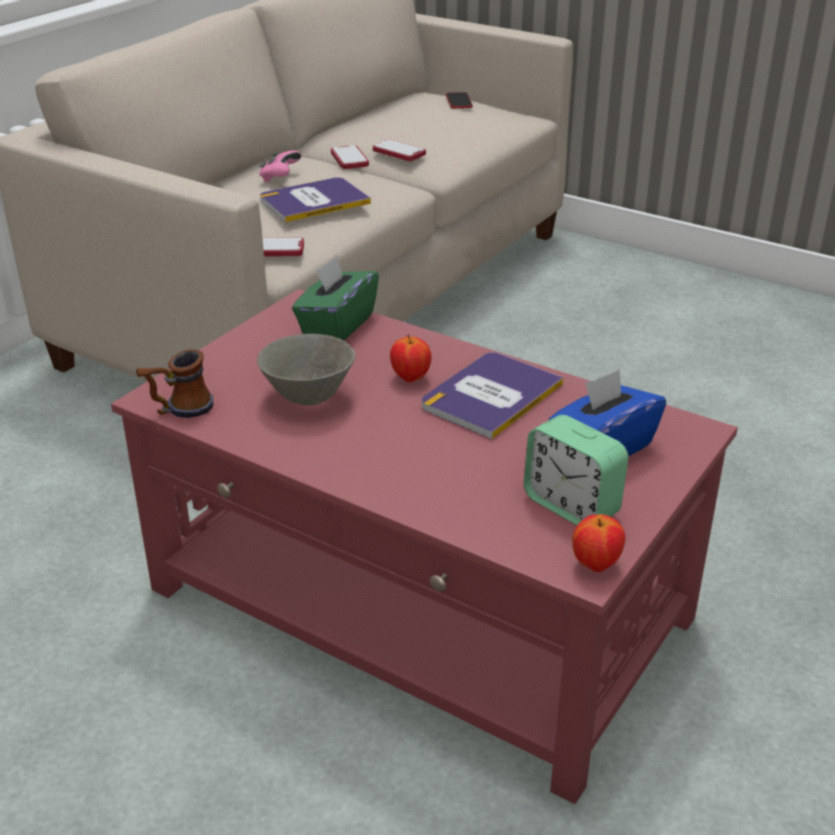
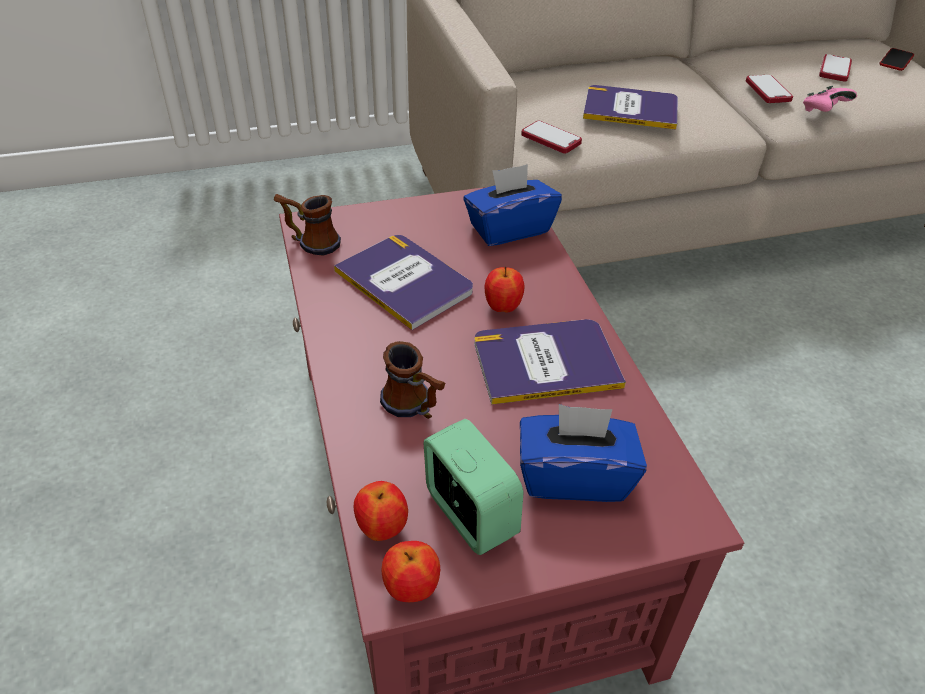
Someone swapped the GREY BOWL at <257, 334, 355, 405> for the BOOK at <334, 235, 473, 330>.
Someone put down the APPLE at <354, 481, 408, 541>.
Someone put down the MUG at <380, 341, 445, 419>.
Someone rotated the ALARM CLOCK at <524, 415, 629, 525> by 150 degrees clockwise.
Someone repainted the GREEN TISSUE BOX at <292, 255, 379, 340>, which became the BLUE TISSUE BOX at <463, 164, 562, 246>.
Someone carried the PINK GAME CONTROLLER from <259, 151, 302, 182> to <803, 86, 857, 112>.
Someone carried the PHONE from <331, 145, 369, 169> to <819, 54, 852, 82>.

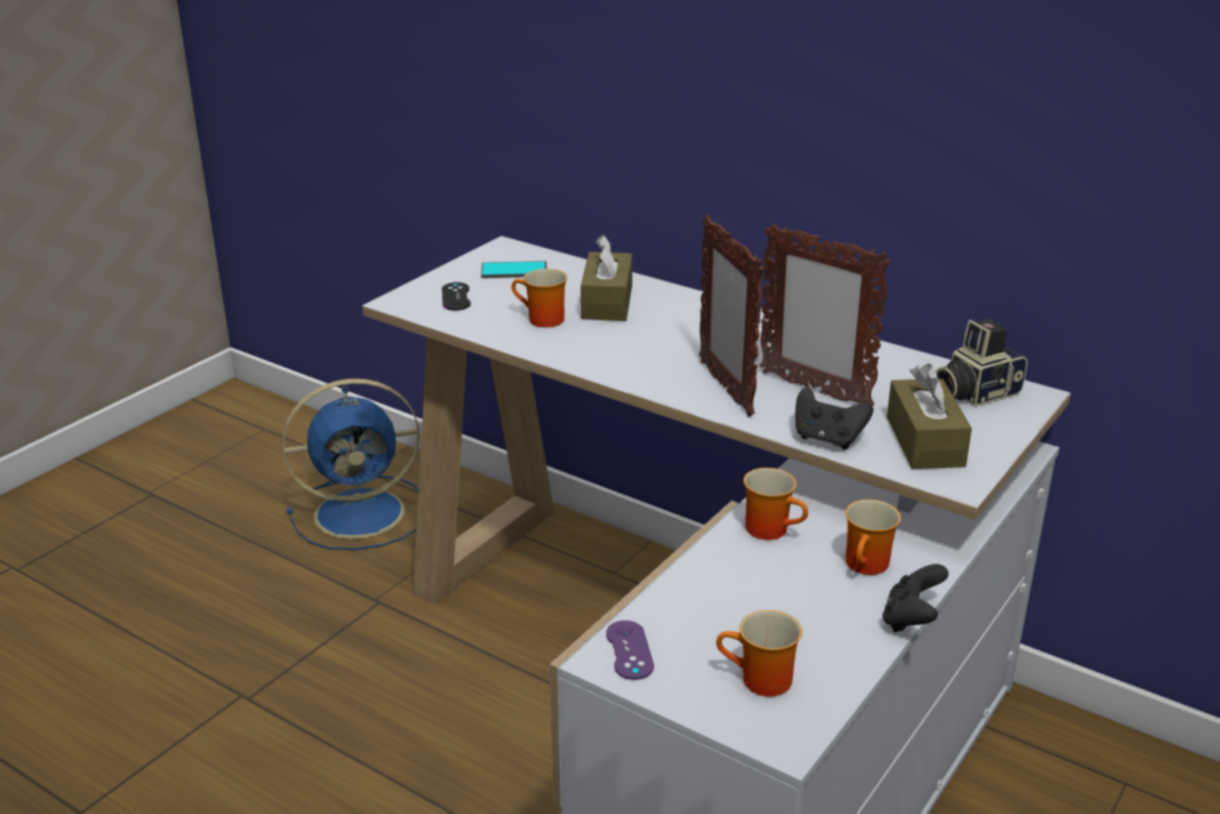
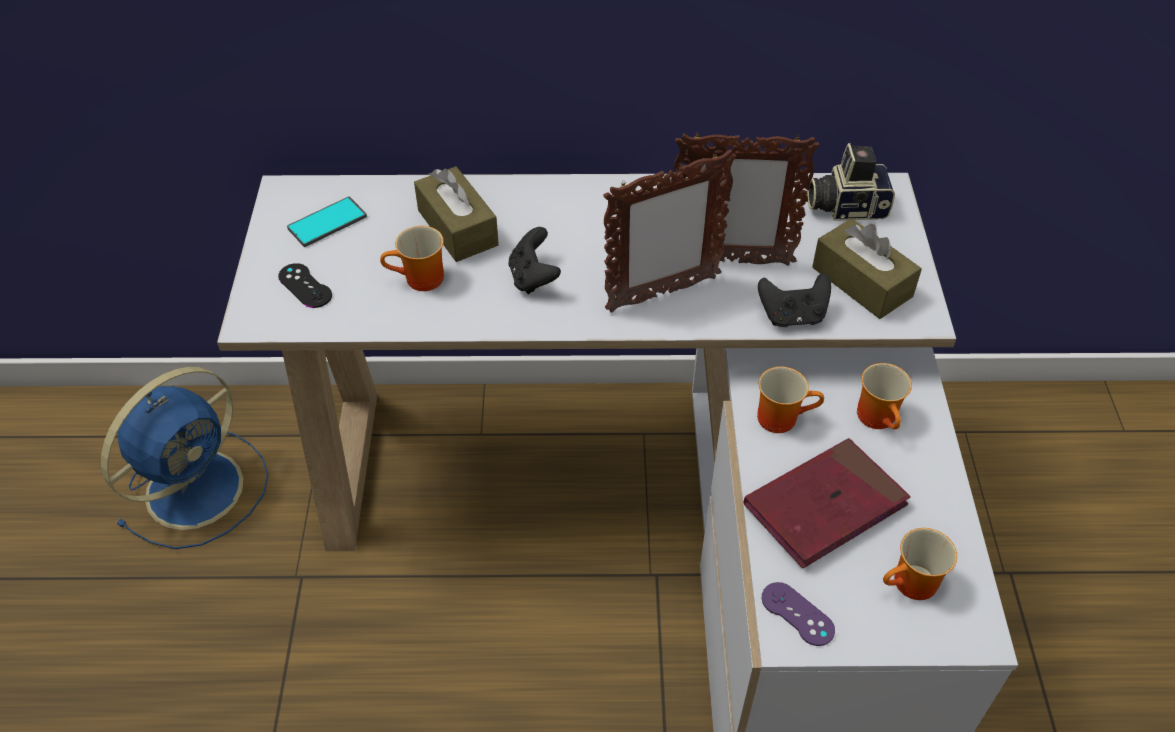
Someone carried the BLACK GAME CONTROLLER from <883, 564, 949, 632> to <509, 227, 561, 294>.
Someone rotated the PICTURE FRAME at <699, 215, 764, 417> by 60 degrees counterclockwise.
Someone put down the RED BOOK at <744, 438, 911, 568>.
Someone rotated the PHOTO CAMERA at <936, 319, 1027, 406> by 60 degrees clockwise.

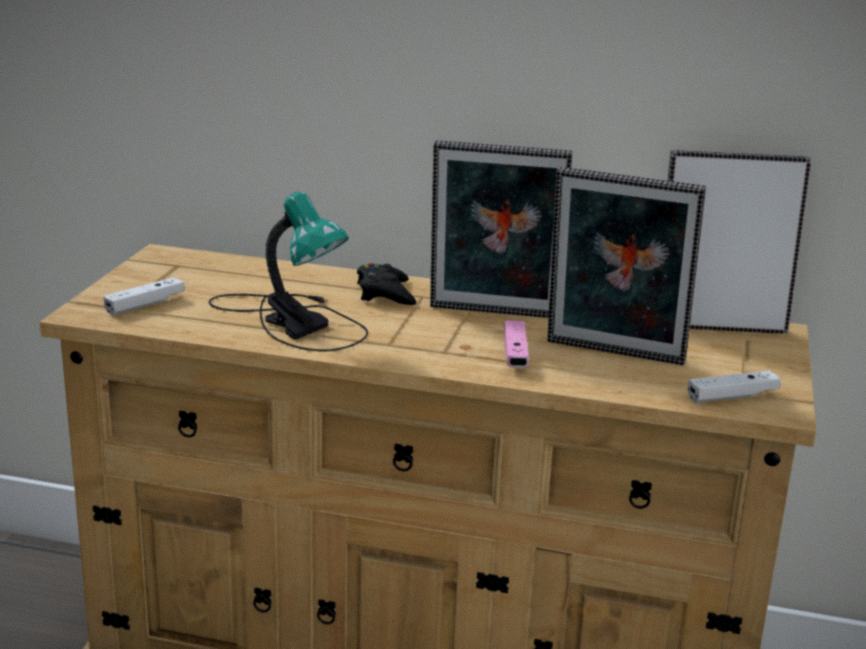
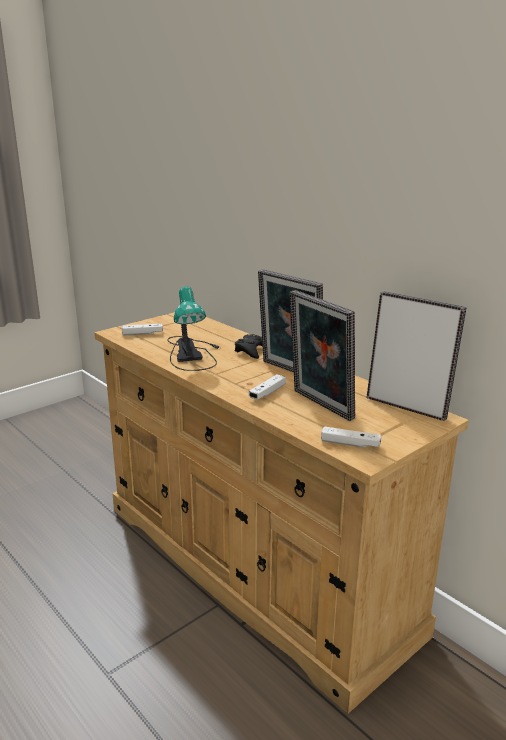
Someone repainted the PINK GAME CONTROLLER at <504, 320, 529, 368>, which became the WHITE GAME CONTROLLER at <249, 375, 286, 399>.

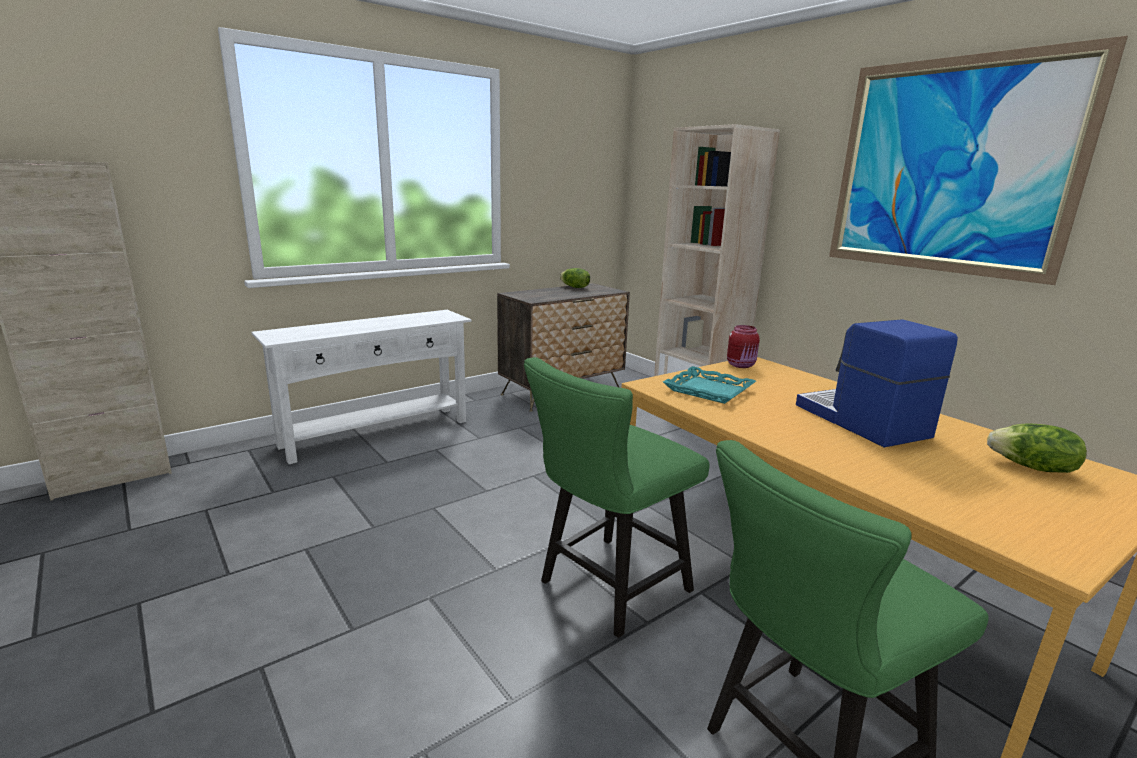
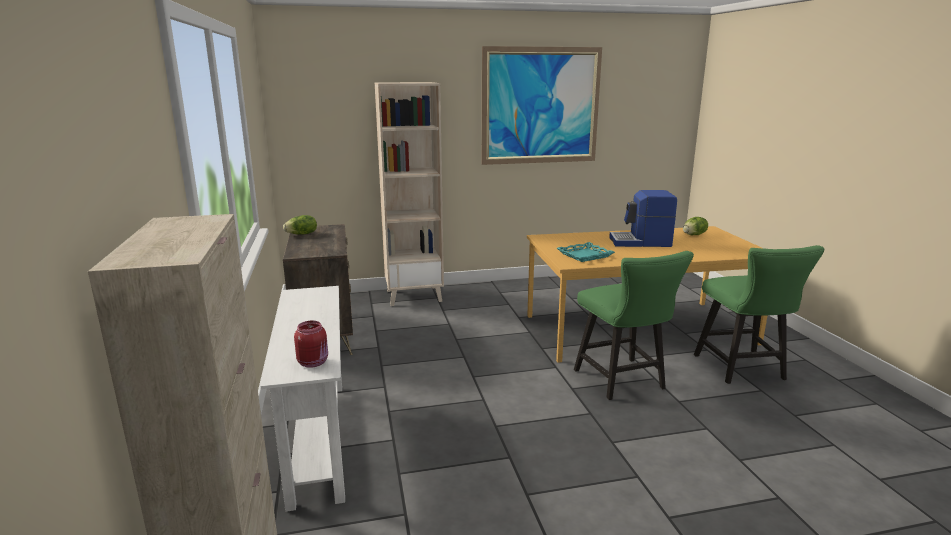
Someone carried the RED JAR from <727, 325, 760, 368> to <294, 321, 328, 368>.

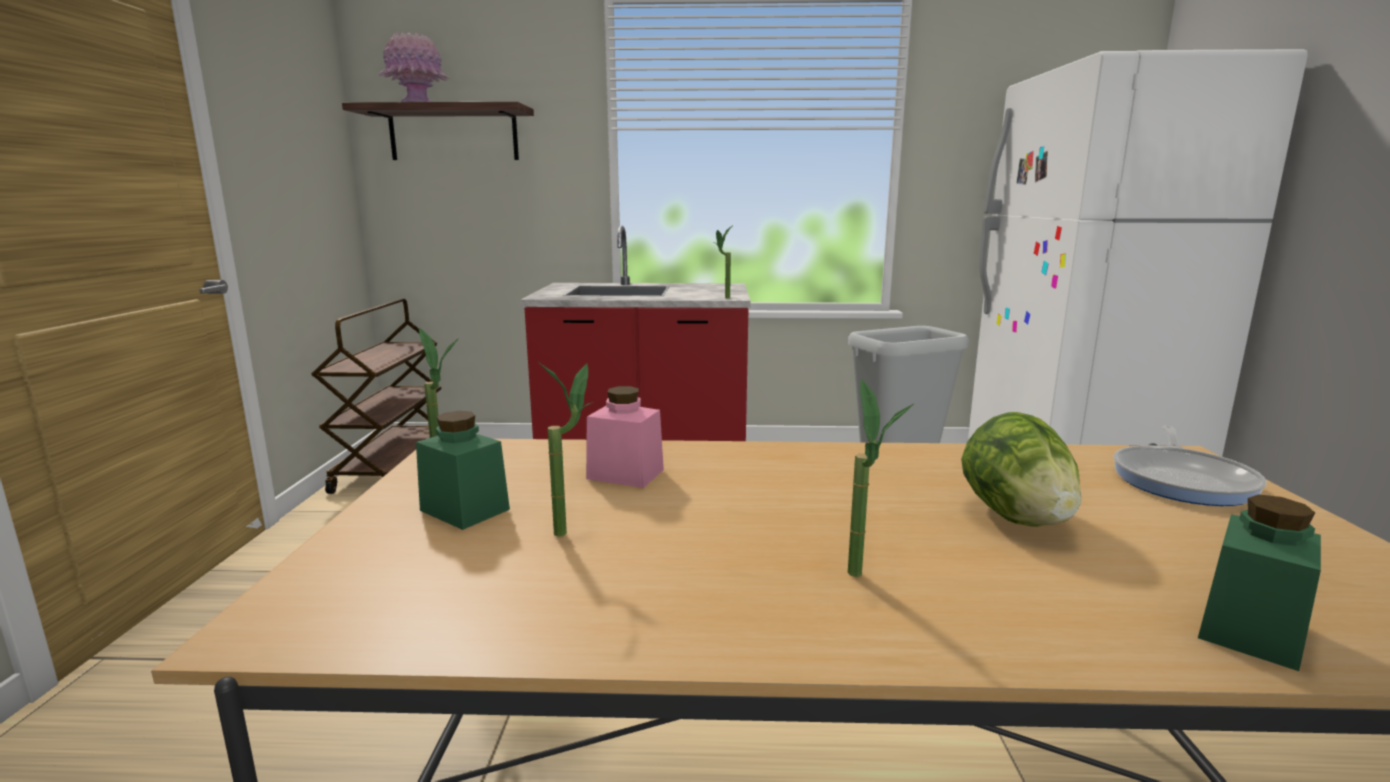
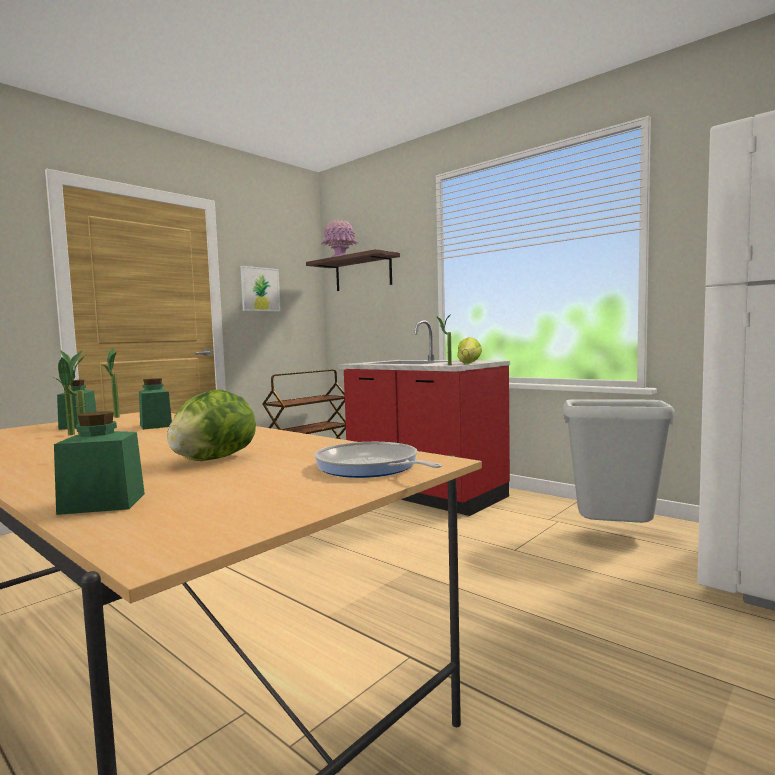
Someone repainted the PINK JAR at <586, 386, 664, 488>, which became the GREEN JAR at <139, 378, 172, 430>.
Someone put up the PICTURE at <240, 266, 280, 312>.
Someone rotated the FRYING PAN at <1113, 426, 1267, 506> by 75 degrees clockwise.
Someone put down the LETTUCE at <457, 337, 482, 363>.

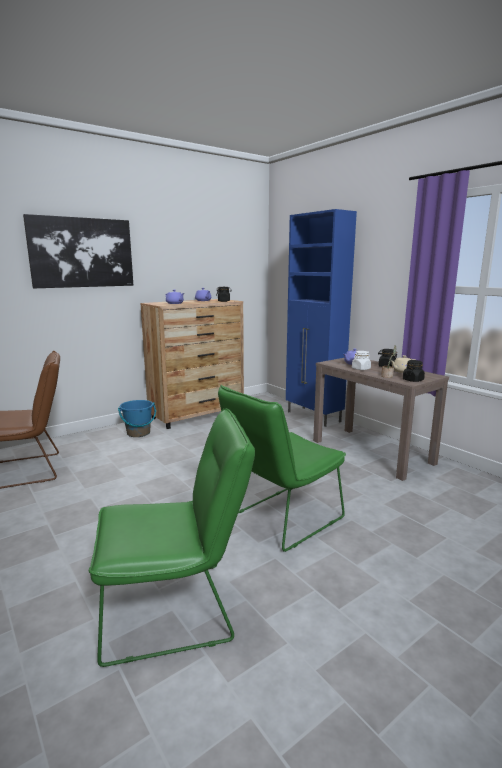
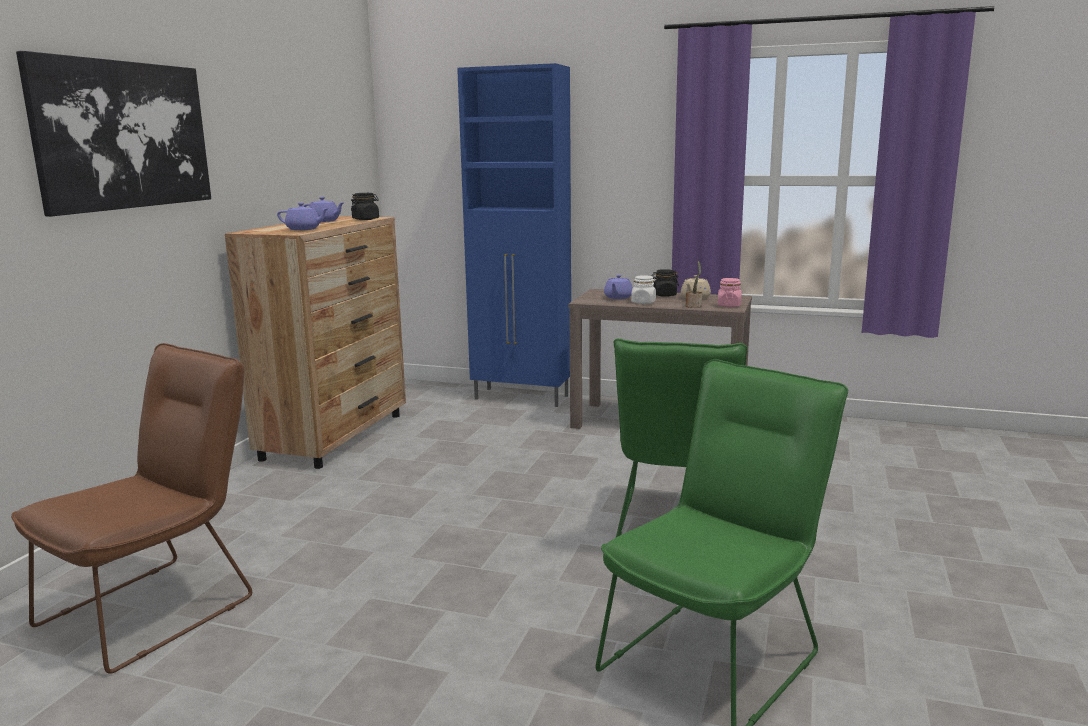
Someone repainted the BLACK JAR at <403, 360, 425, 382>, which became the PINK JAR at <718, 278, 742, 307>.
Someone took away the BLUE BUCKET at <118, 400, 156, 437>.

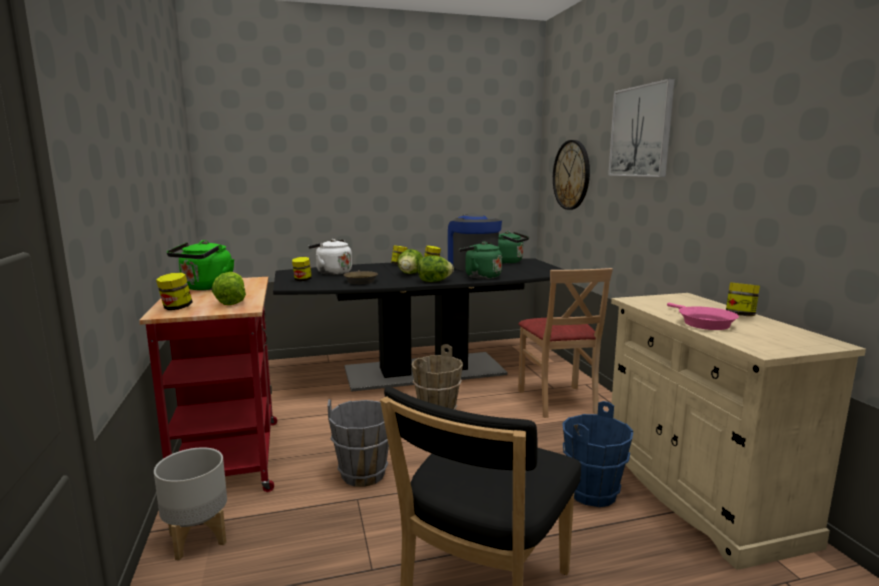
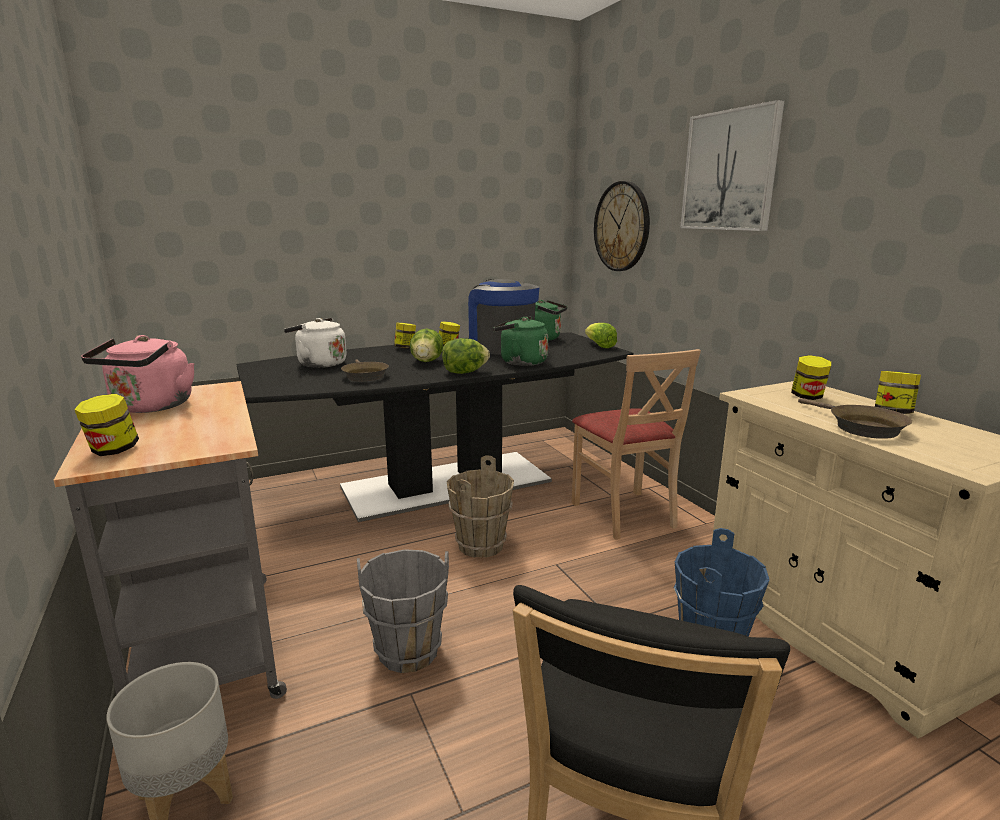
Someone repainted the RED CART at <139, 277, 277, 492>, which became the GREY CART at <53, 381, 287, 699>.
Someone repainted the GREEN KETTLE at <167, 240, 234, 291>, which became the PINK KETTLE at <81, 335, 195, 413>.
Someone carried the LETTUCE from <212, 272, 246, 305> to <585, 323, 617, 348>.
Someone carried the JAR from <292, 257, 312, 281> to <791, 355, 831, 400>.
Someone repainted the PINK FRYING PAN at <667, 303, 739, 330>, which became the BROWN FRYING PAN at <798, 398, 912, 439>.

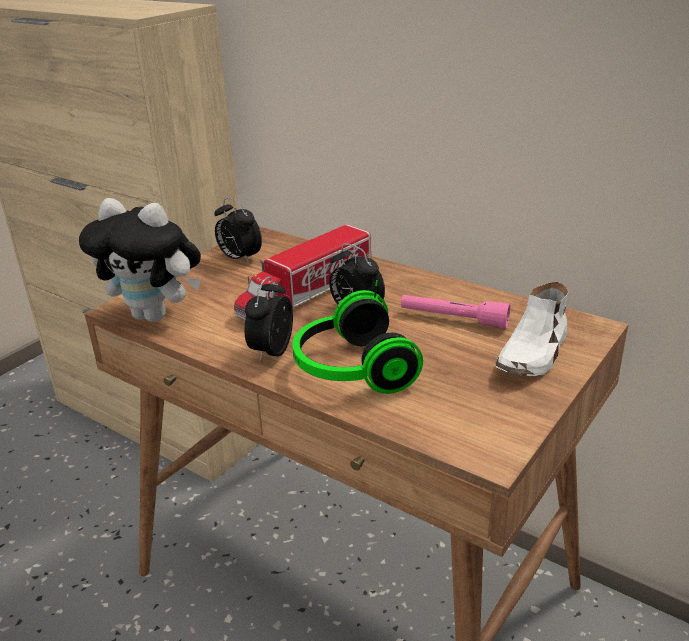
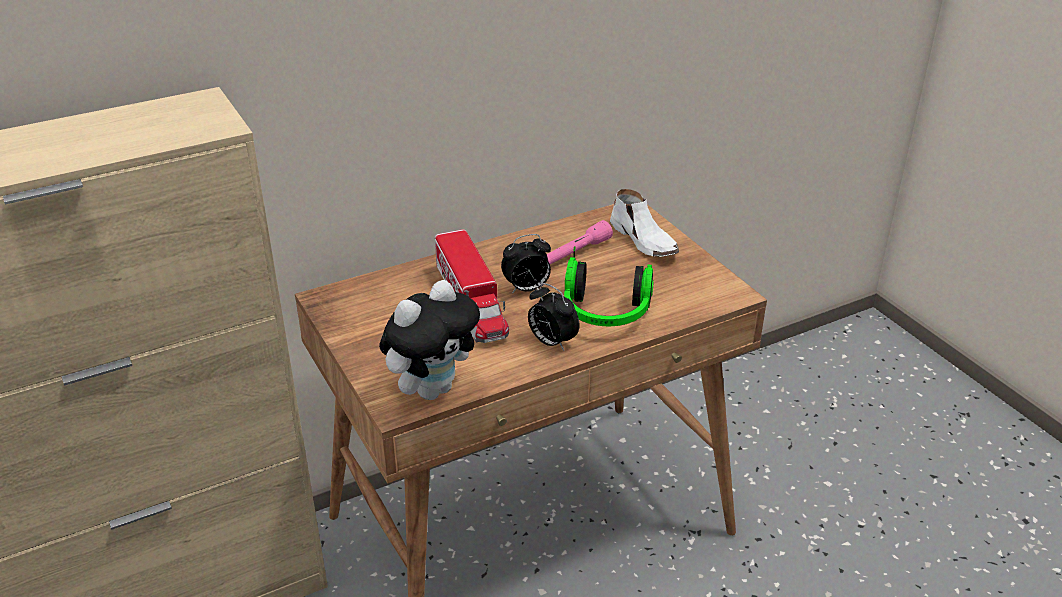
Someone took away the ALARM CLOCK at <214, 198, 262, 264>.

